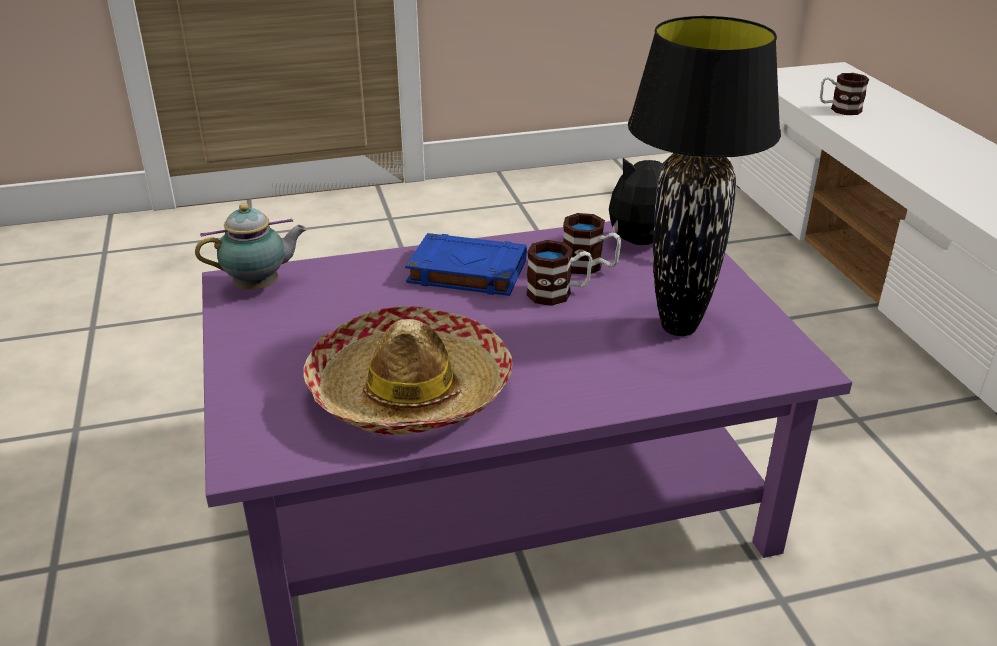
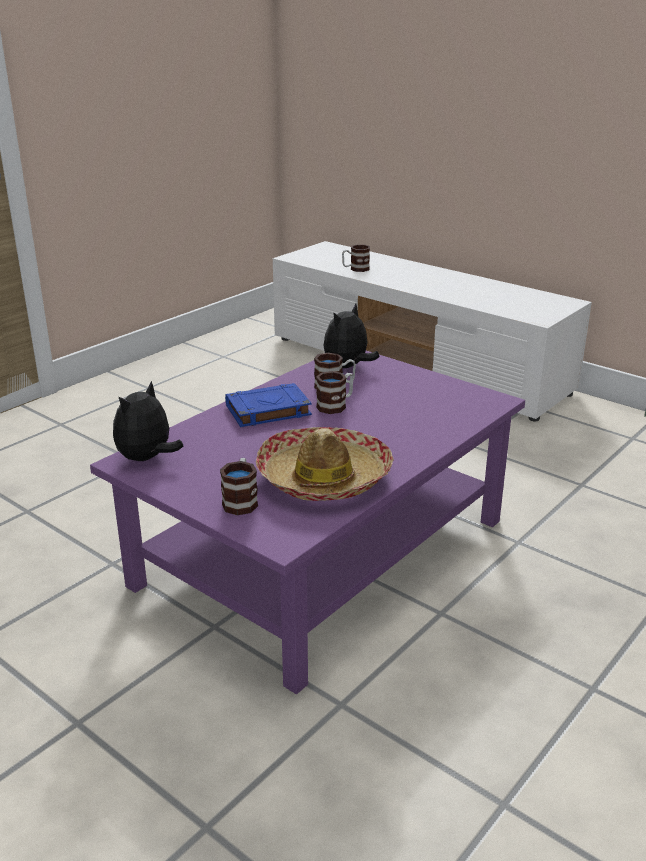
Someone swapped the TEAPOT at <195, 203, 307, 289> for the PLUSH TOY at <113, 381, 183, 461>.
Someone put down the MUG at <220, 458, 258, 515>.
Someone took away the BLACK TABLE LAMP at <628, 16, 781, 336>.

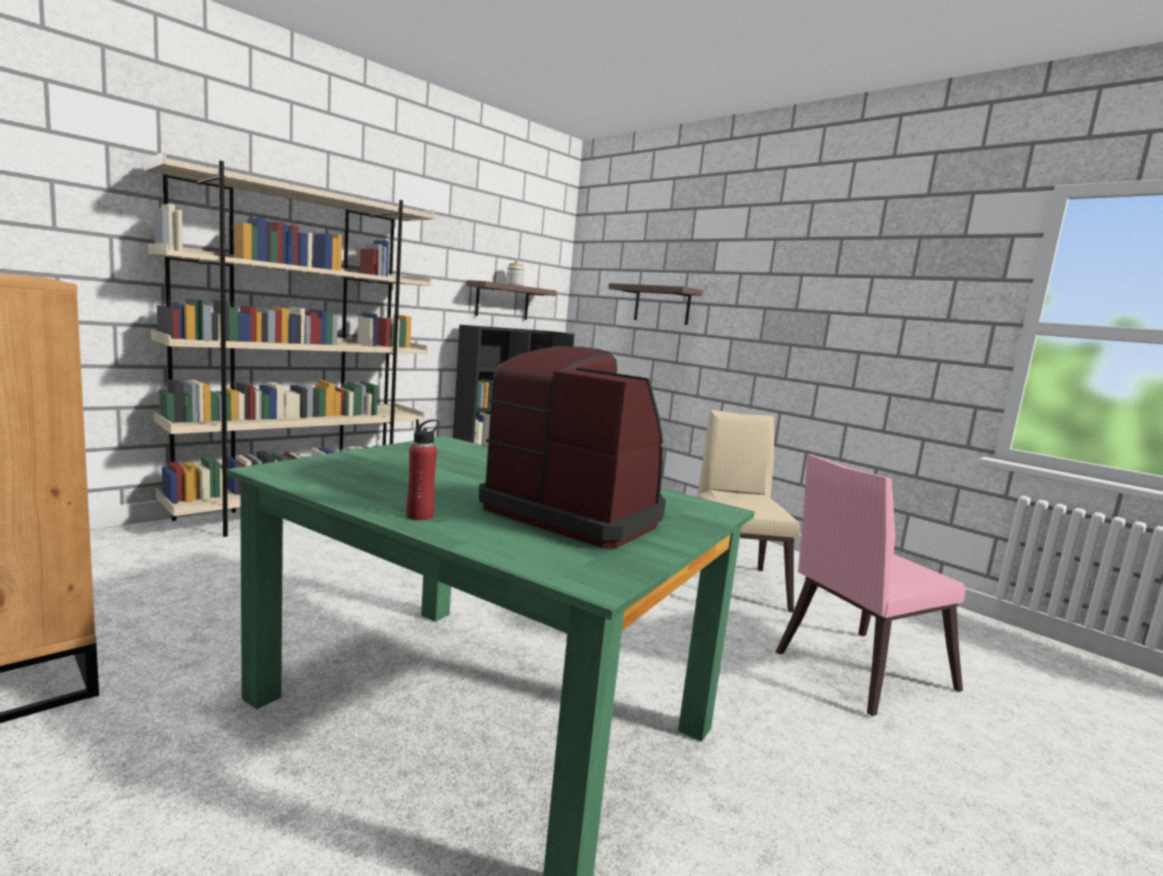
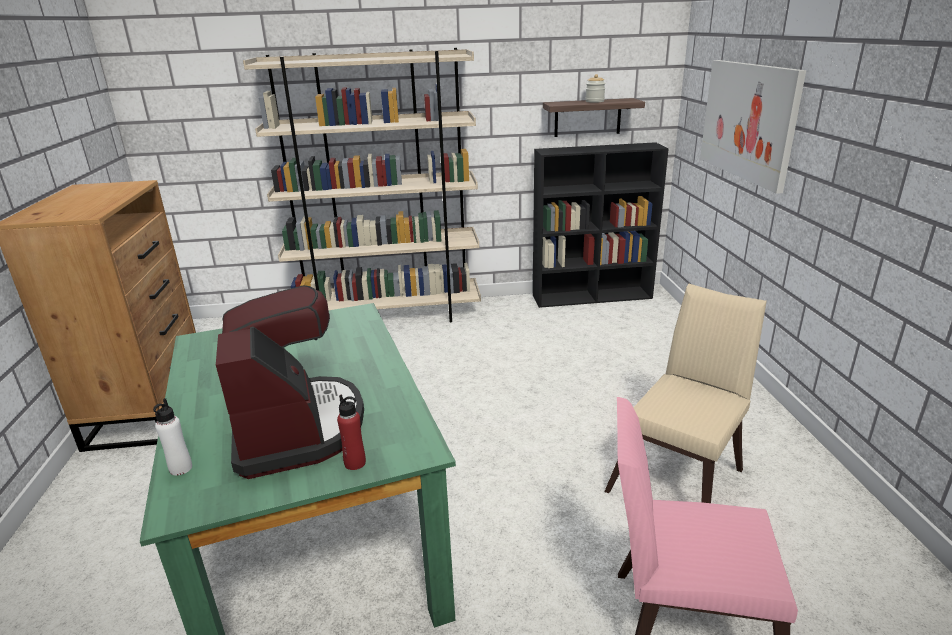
Someone put down the WHITE BOTTLE at <153, 398, 192, 476>.
Someone carried the RED BOTTLE from <406, 419, 439, 520> to <337, 394, 366, 470>.
Someone swapped the SHELF at <608, 283, 703, 325> for the PICTURE at <700, 60, 806, 194>.

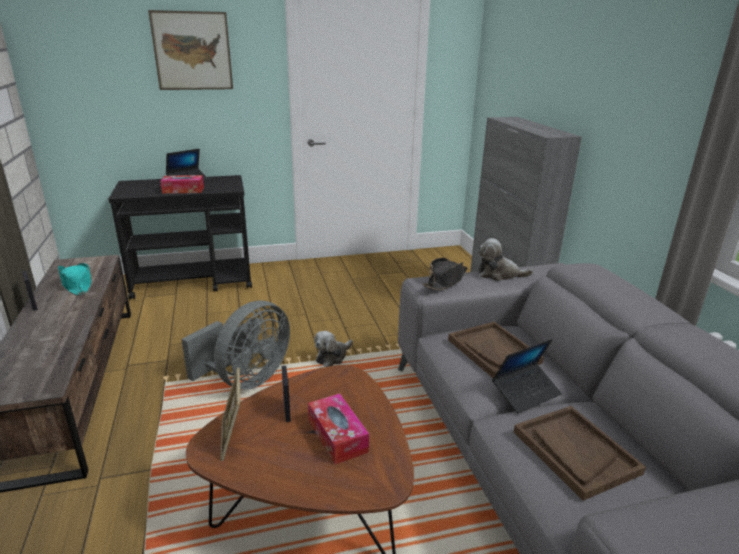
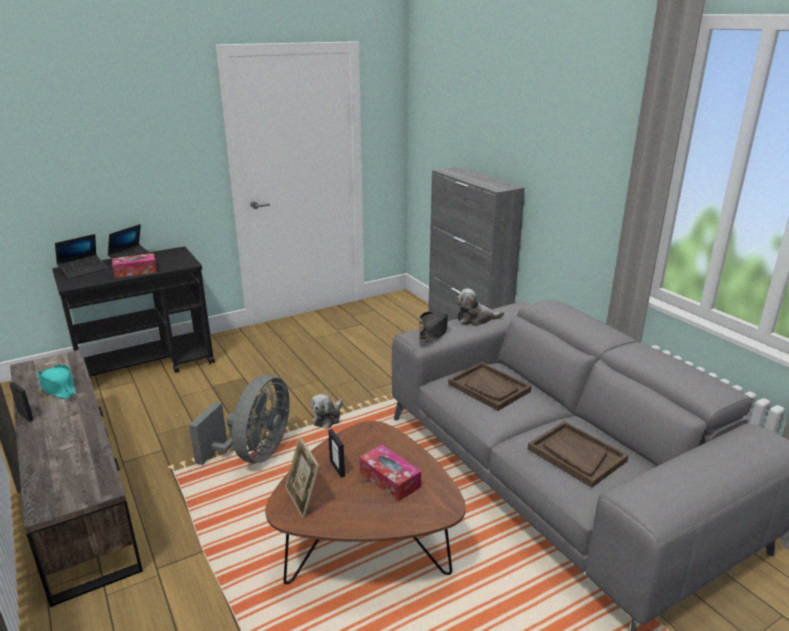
Someone carried the LAPTOP from <492, 339, 562, 413> to <55, 234, 108, 279>.
Someone took away the PICTURE at <148, 10, 233, 90>.

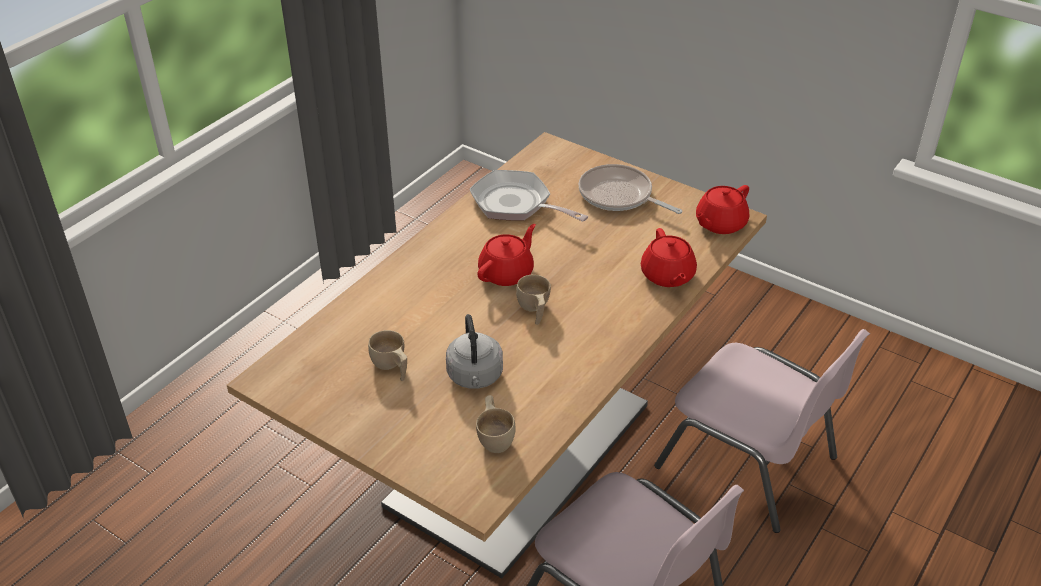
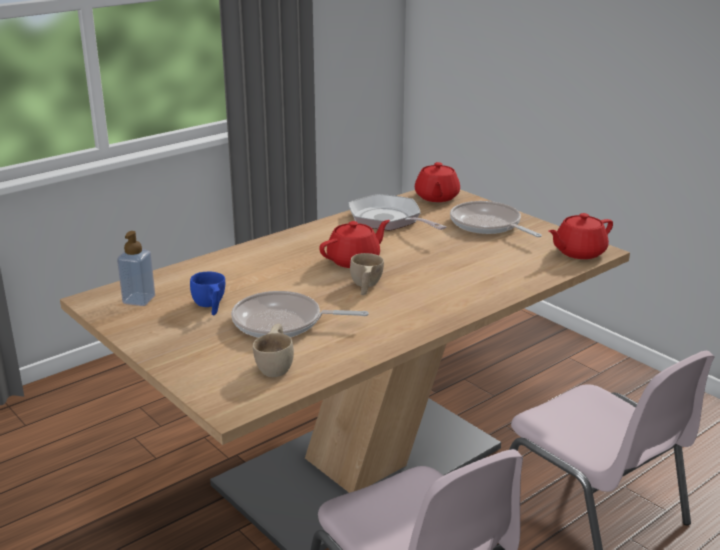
Someone put down the SOAP DISPENSER at <117, 231, 155, 306>.
Someone repainted the BEIGE CUP at <368, 330, 407, 381>, which became the BLUE CUP at <190, 272, 225, 315>.
Someone swapped the GREY KETTLE at <446, 314, 503, 389> for the FRYING PAN at <231, 291, 369, 338>.
Someone carried the RED TEAPOT from <641, 228, 697, 287> to <415, 162, 460, 202>.

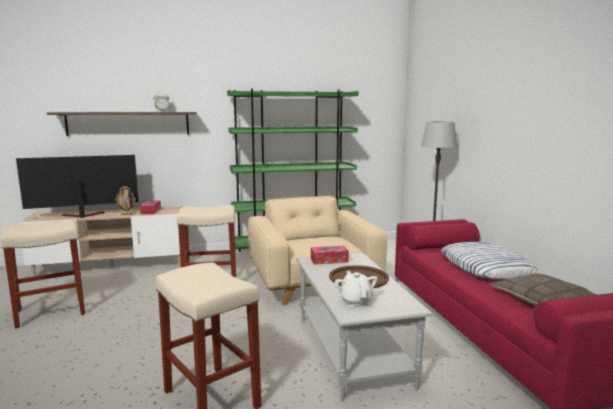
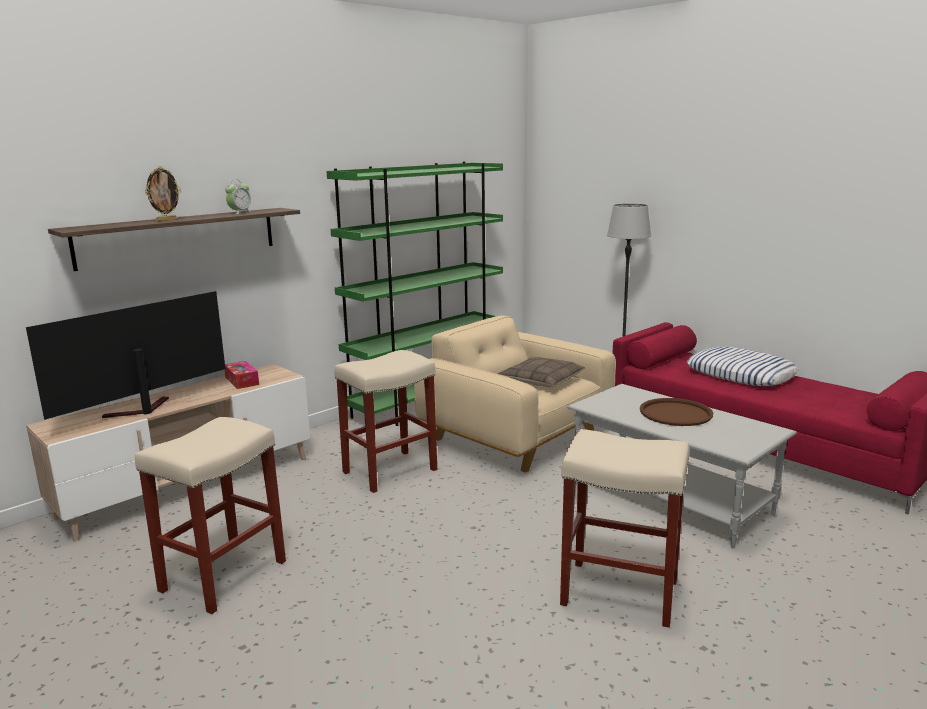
Someone carried the PICTURE FRAME from <115, 186, 136, 215> to <145, 166, 181, 221>.
Someone carried the PILLOW from <491, 273, 597, 306> to <497, 357, 585, 387>.
Someone took away the TISSUE BOX at <311, 246, 349, 265>.
Someone took away the WHITE TEAPOT at <335, 271, 378, 306>.

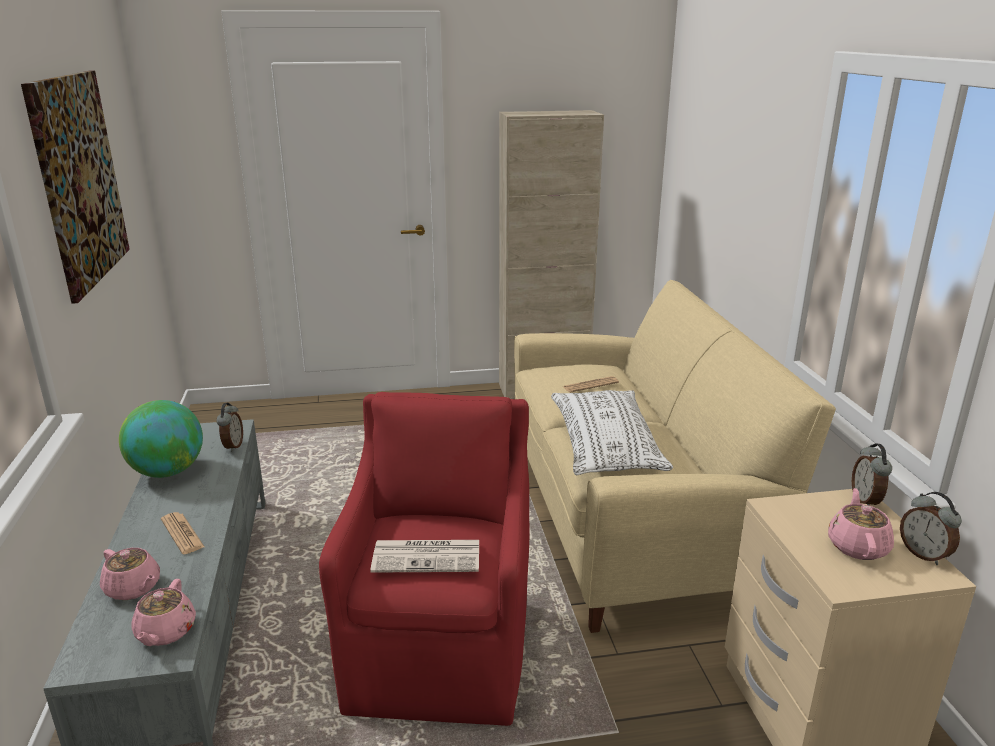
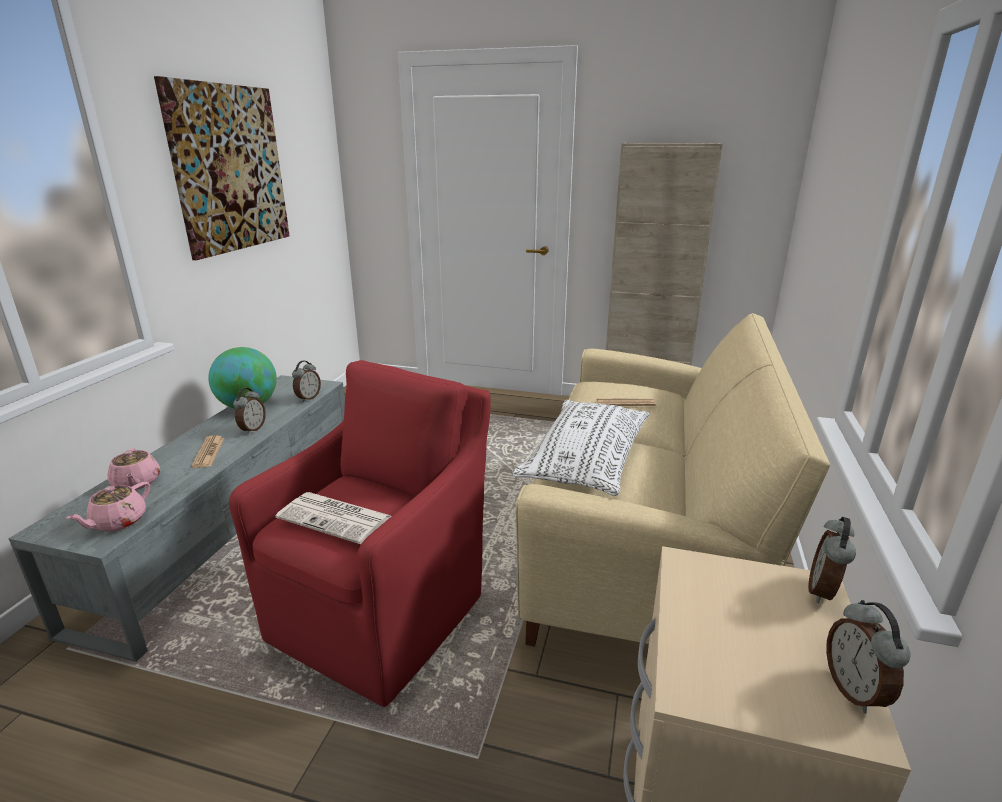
Someone put down the ALARM CLOCK at <233, 388, 266, 434>.
Someone took away the PINK TEAPOT at <828, 488, 894, 560>.

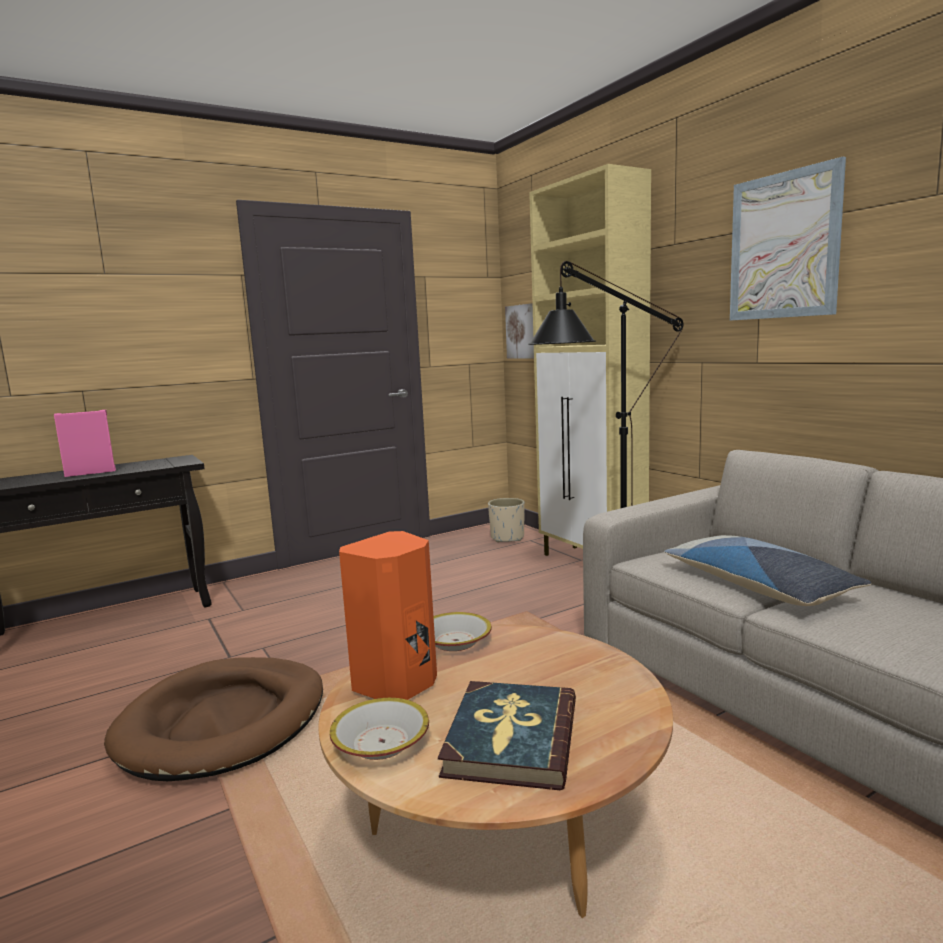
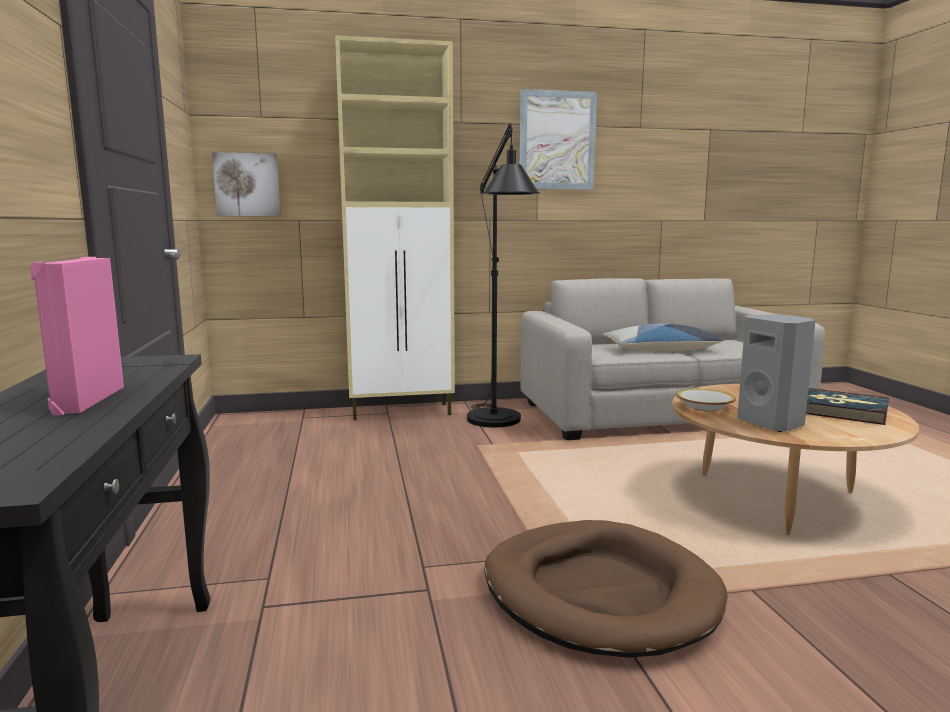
Someone repainted the ORANGE SPEAKER at <339, 531, 437, 700>, which became the GREY SPEAKER at <737, 314, 816, 432>.
Someone took away the BOWL at <330, 698, 429, 760>.
Someone took away the BEIGE PLANTER at <488, 498, 525, 542>.

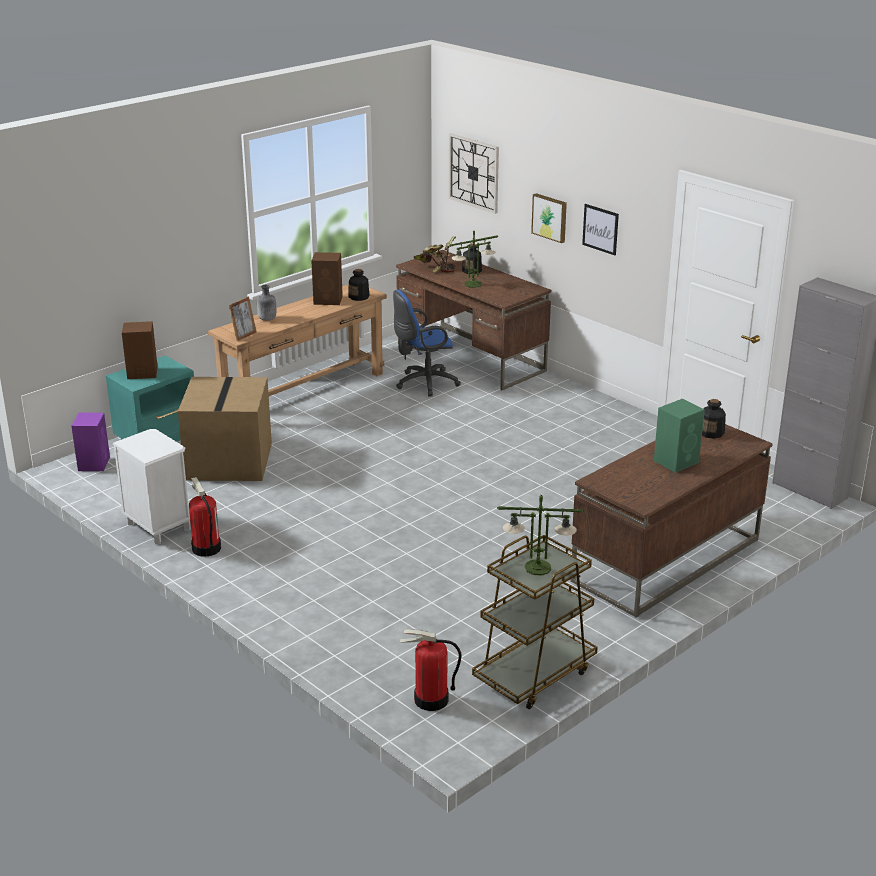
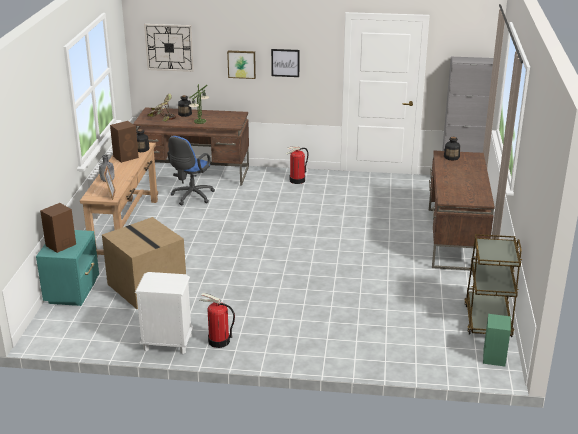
Someone carried the FIRE EXTINGUISHER from <400, 629, 462, 711> to <285, 146, 309, 184>.
Someone carried the GREEN SPEAKER from <654, 399, 705, 473> to <483, 314, 511, 367>.
Someone took away the PURPLE SPEAKER at <71, 413, 110, 471>.
Someone took away the TABLE LAMP at <497, 495, 584, 576>.

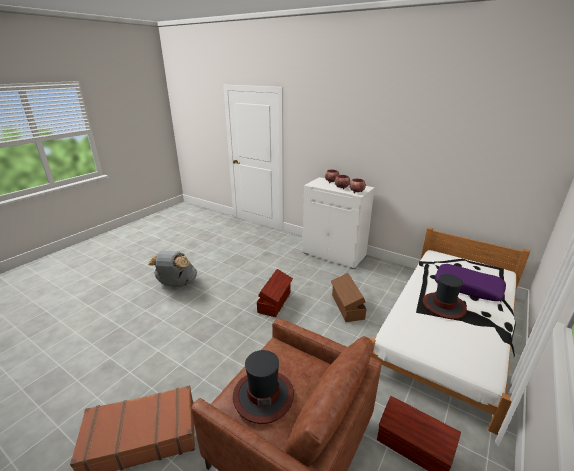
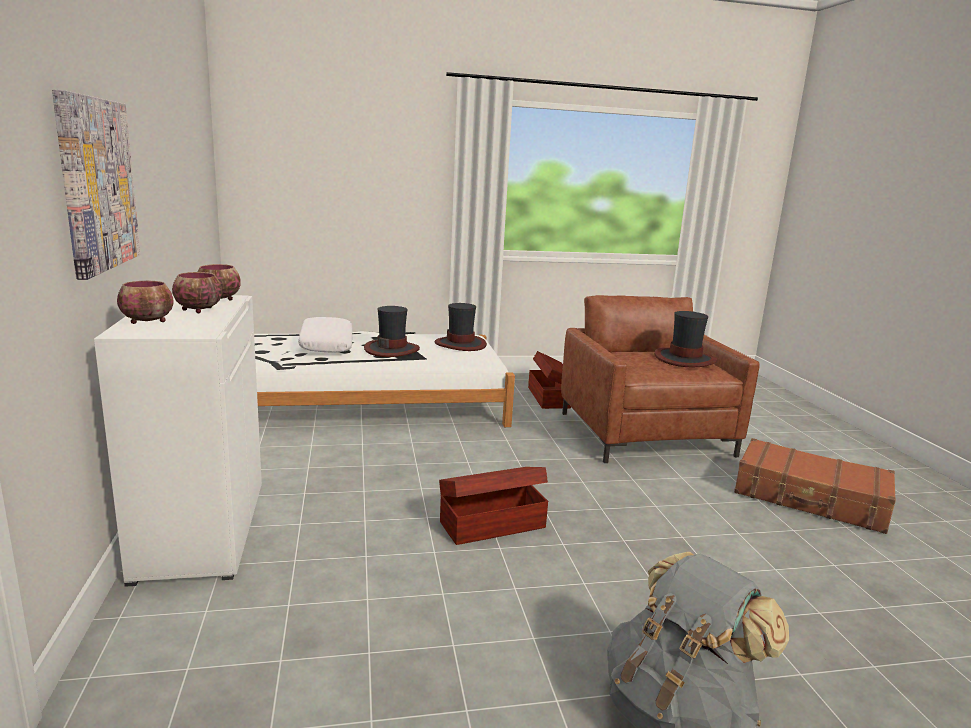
Someone put up the PICTURE at <52, 89, 140, 280>.
Someone repainted the PURPLE PILLOW at <435, 264, 506, 301>, which became the WHITE PILLOW at <298, 317, 352, 353>.
Someone put down the HAT at <435, 303, 487, 351>.
Someone took away the BROWN STORAGE BOX at <331, 273, 366, 322>.

